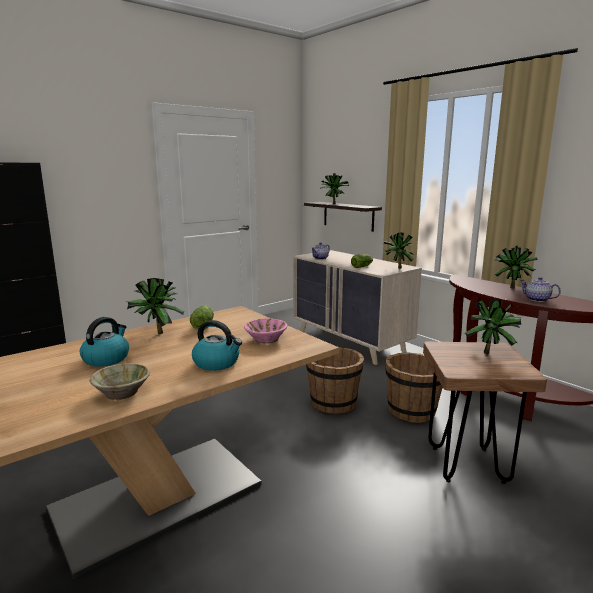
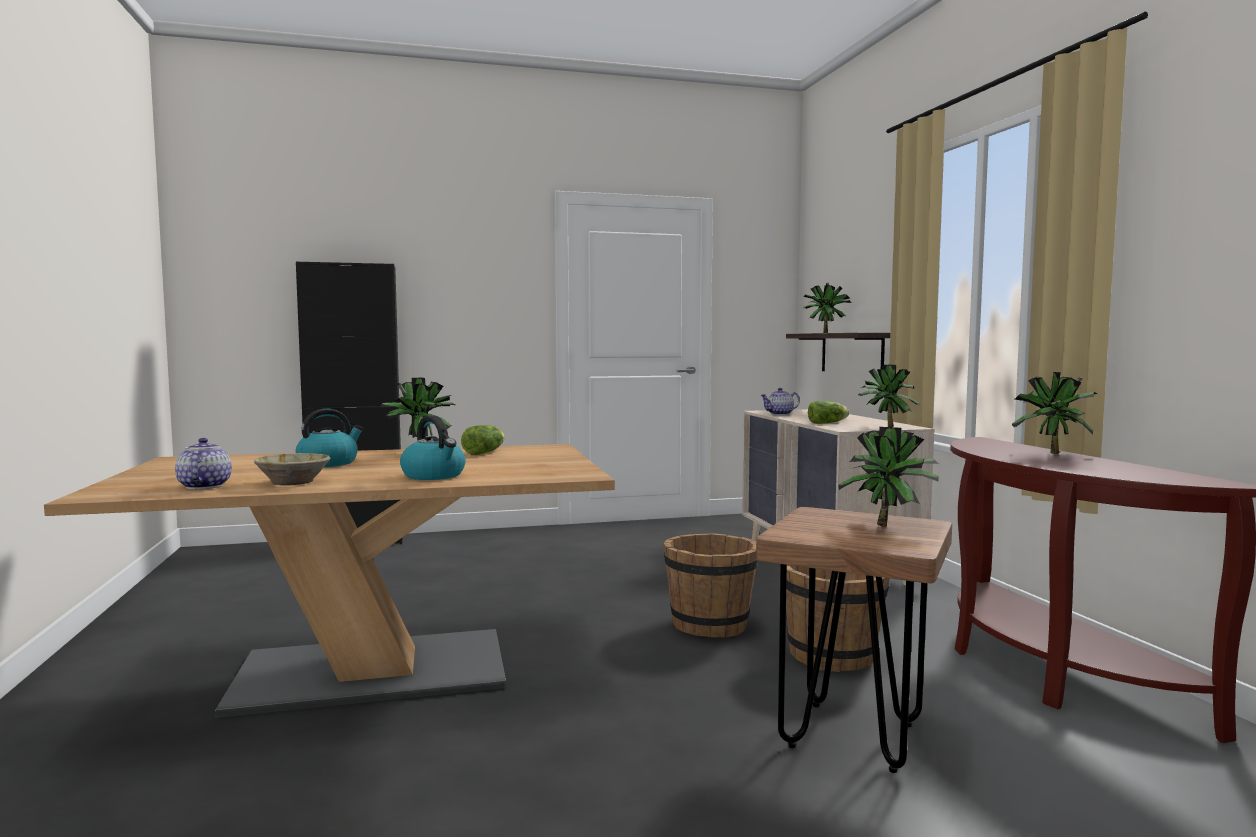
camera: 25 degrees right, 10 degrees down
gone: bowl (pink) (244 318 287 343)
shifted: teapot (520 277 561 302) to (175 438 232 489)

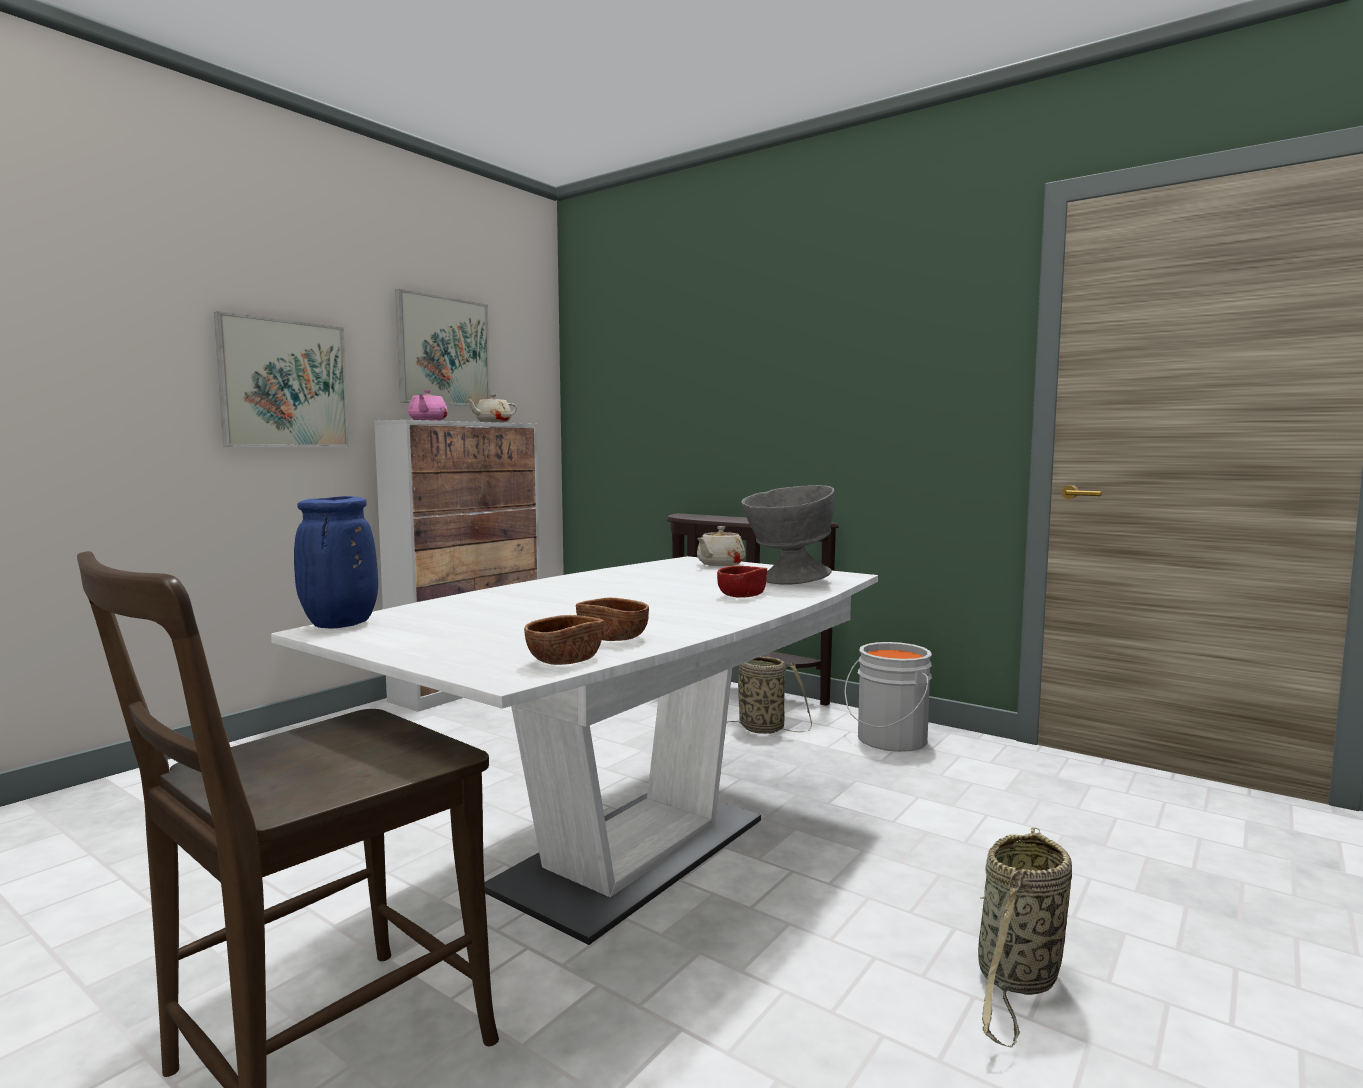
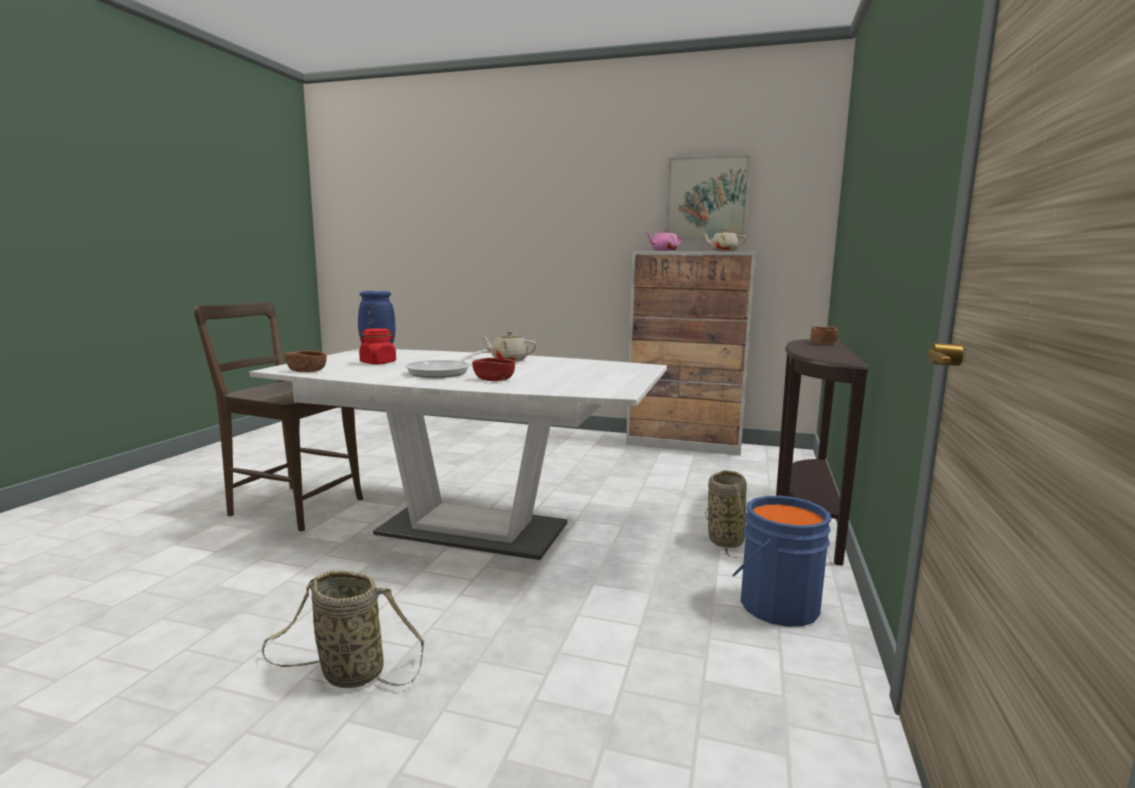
camera: 70 degrees right, 5 degrees up
gone: picture (214 311 349 447); bowl (grey) (741 485 834 585)
new: jar (red) (359 328 396 364); frying pan (405 350 487 378)
shifted: bowl (brown) (576 598 649 641) to (810 326 837 344); teapot (beige) (697 526 745 566) to (481 331 537 362)
repainted: bucket (grey) (845 642 932 752) to bucket (blue) (732 496 831 627)

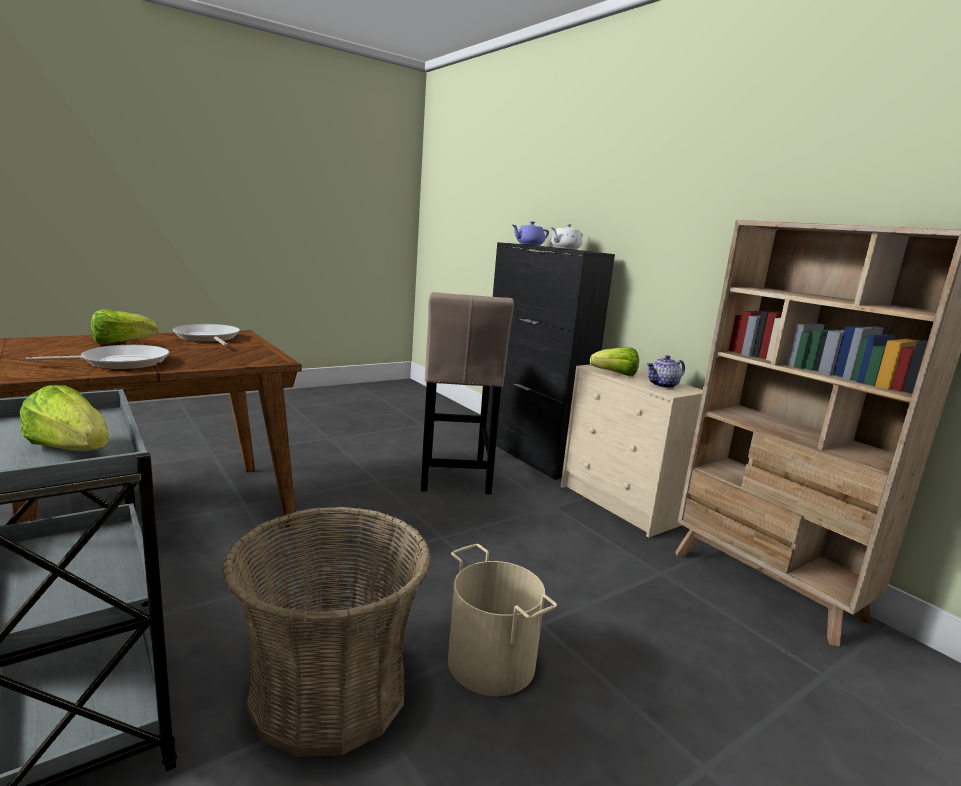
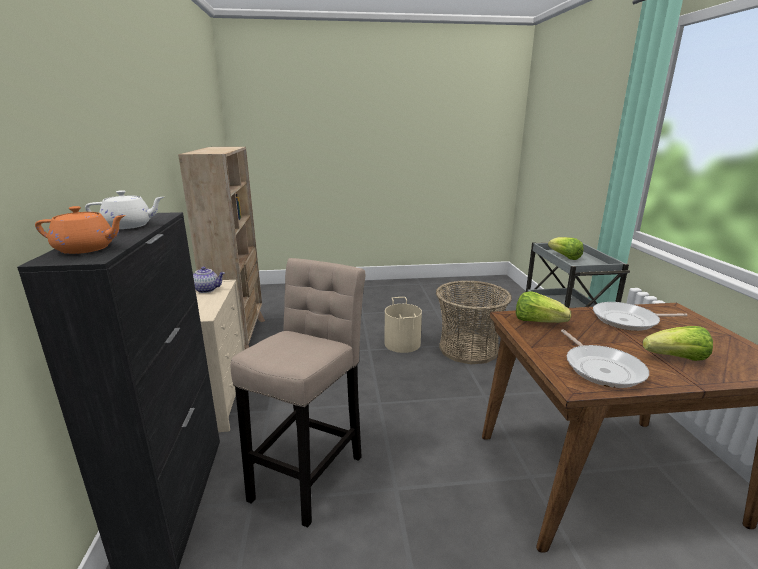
camera: 150 degrees left, 5 degrees up
shifted: lettuce (590 347 639 376) to (516 291 571 323)
repainted: teapot (purple) (512 221 549 245) to teapot (orange) (35 206 126 254)

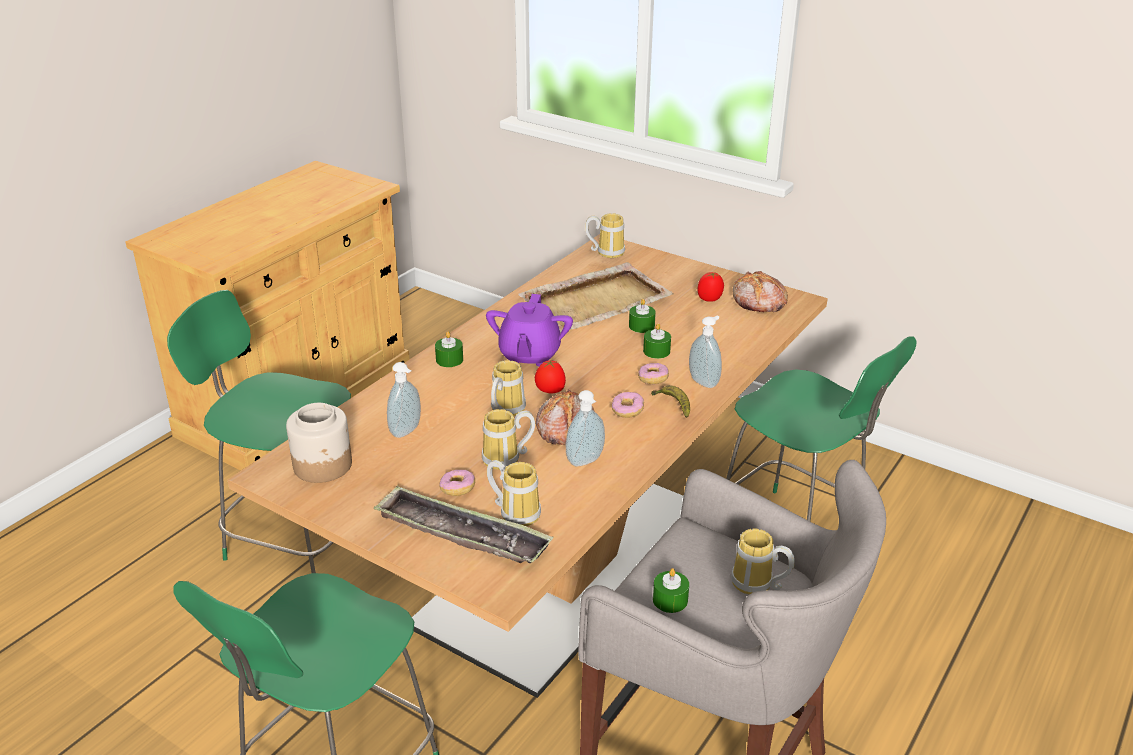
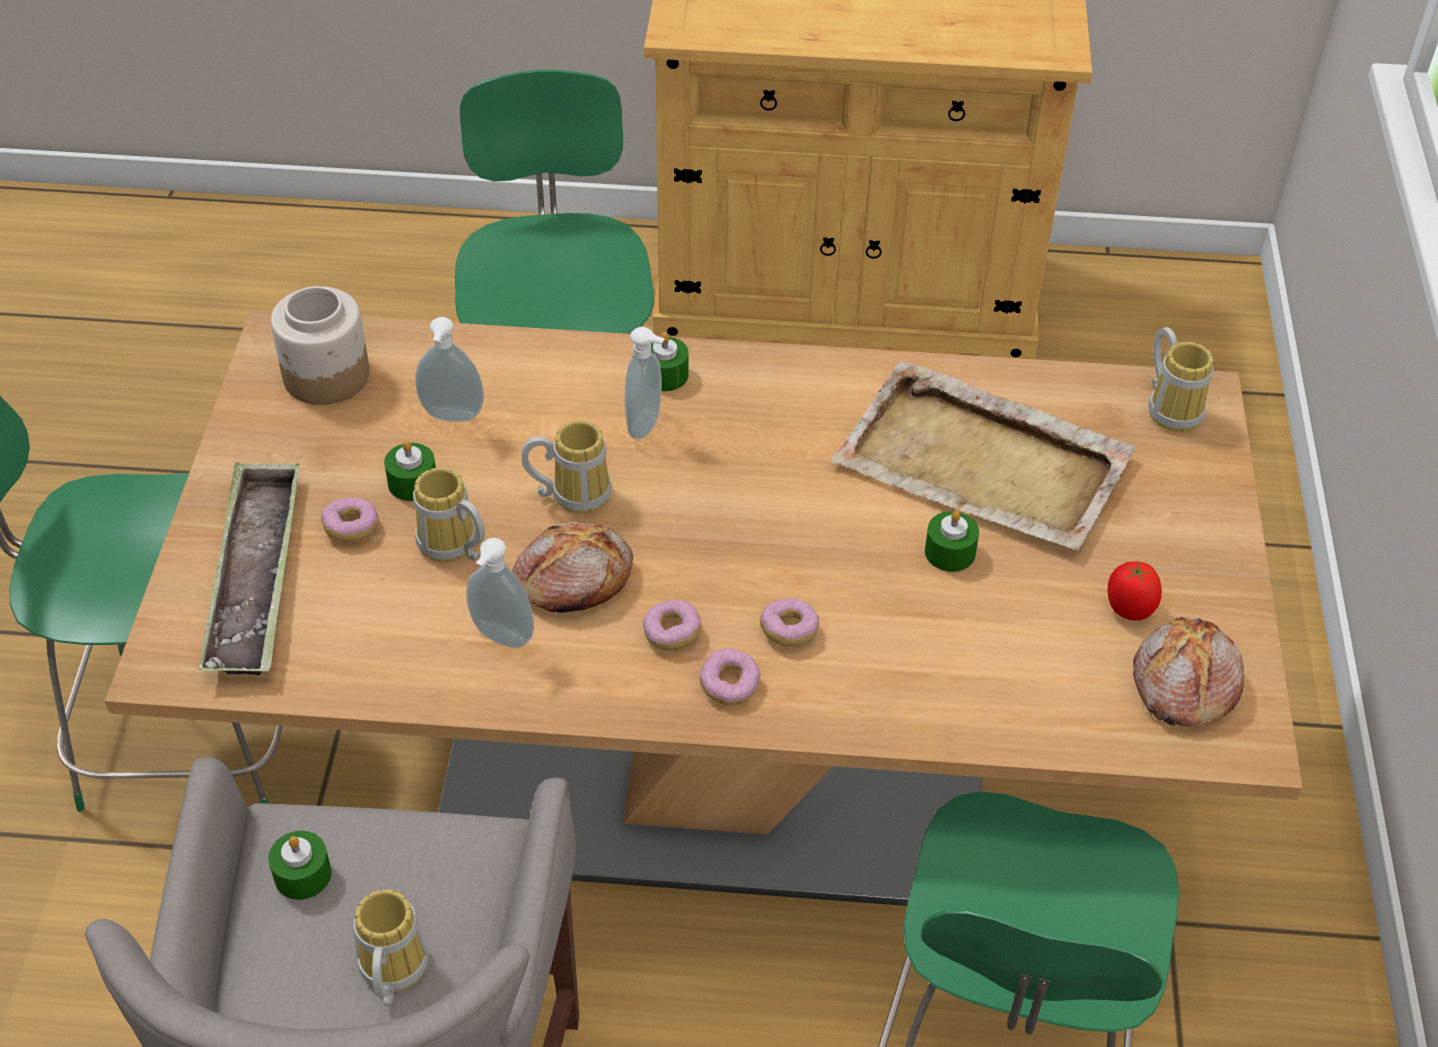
camera: 60 degrees right, 15 degrees up
gone: teapot (purple) (486 294 573 367); mug (487 460 541 526); tomato (535 360 566 393)
shifted: candle (green) (643 323 671 359) to (384 441 436 501); soap dispenser (689 316 722 388) to (625 327 665 439)
swapped: banana (651 385 690 418) to donut (699 648 760 705)

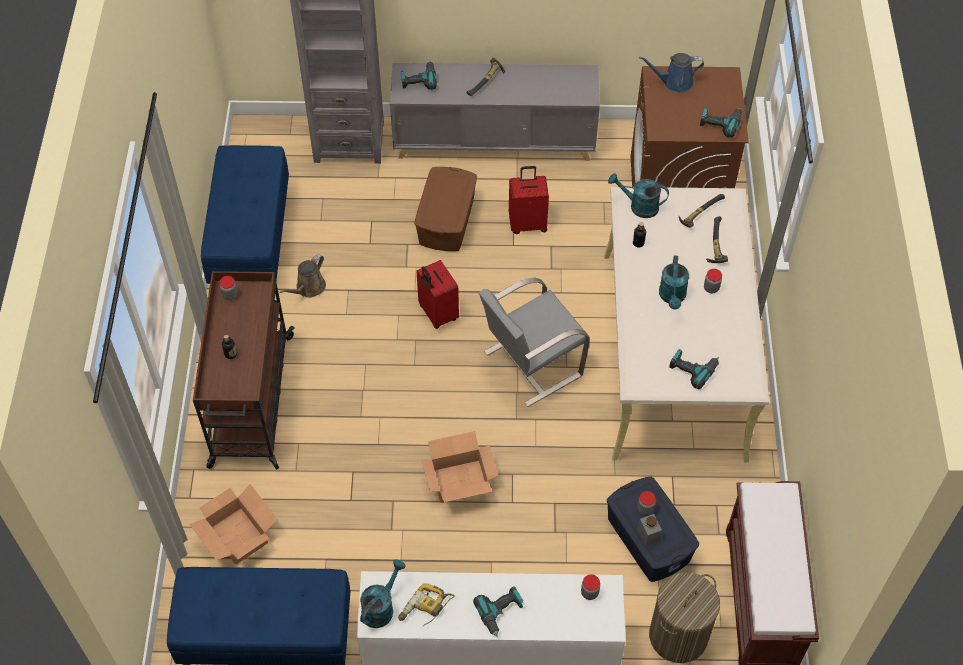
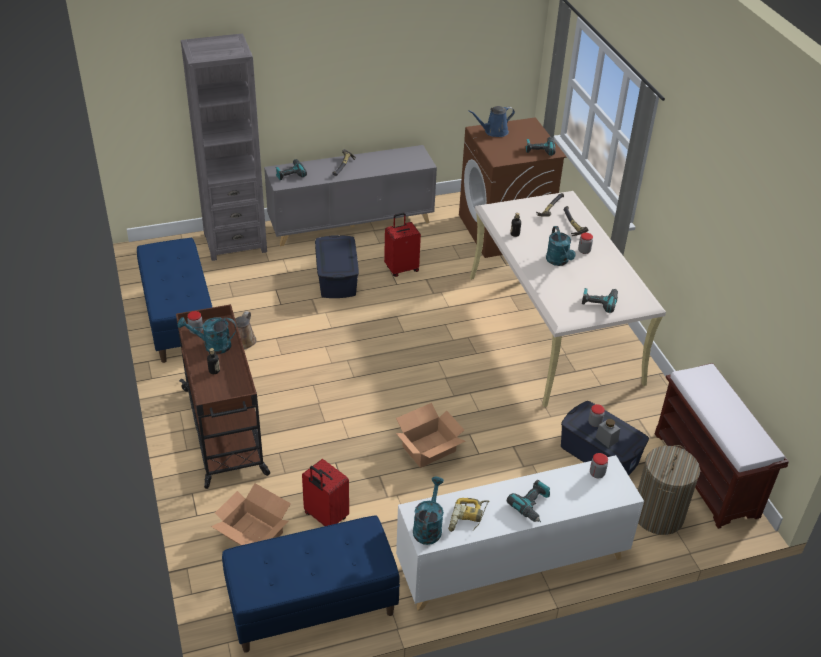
camera: 20 degrees left, 15 degrees down
gone: chair (grey) (479 277 590 407)
shifted: suitcase (red) (417 260 459 329) to (302 459 349 526); watering can (turquoise) (608 173 669 218) to (178 317 236 354)
repainted: storage box (brown) (414 167 477 251) to storage box (blue) (315 235 359 298)

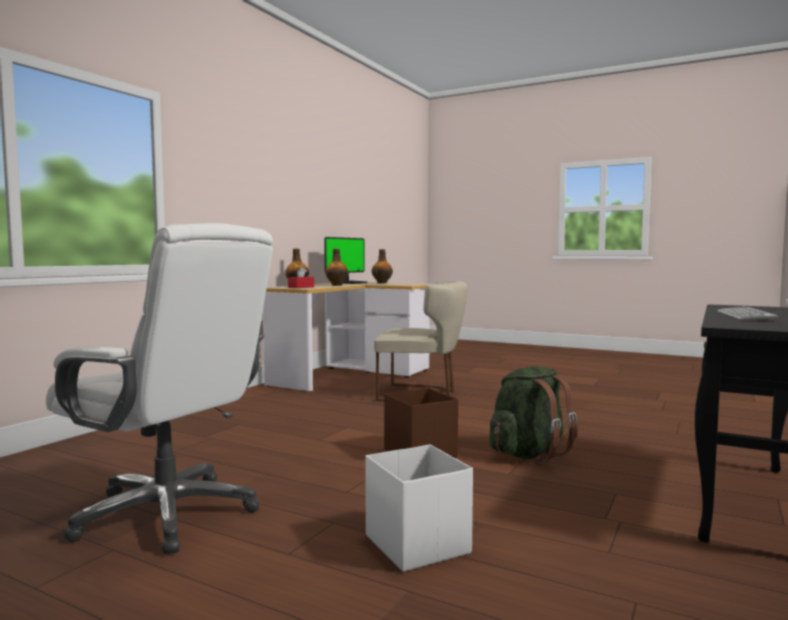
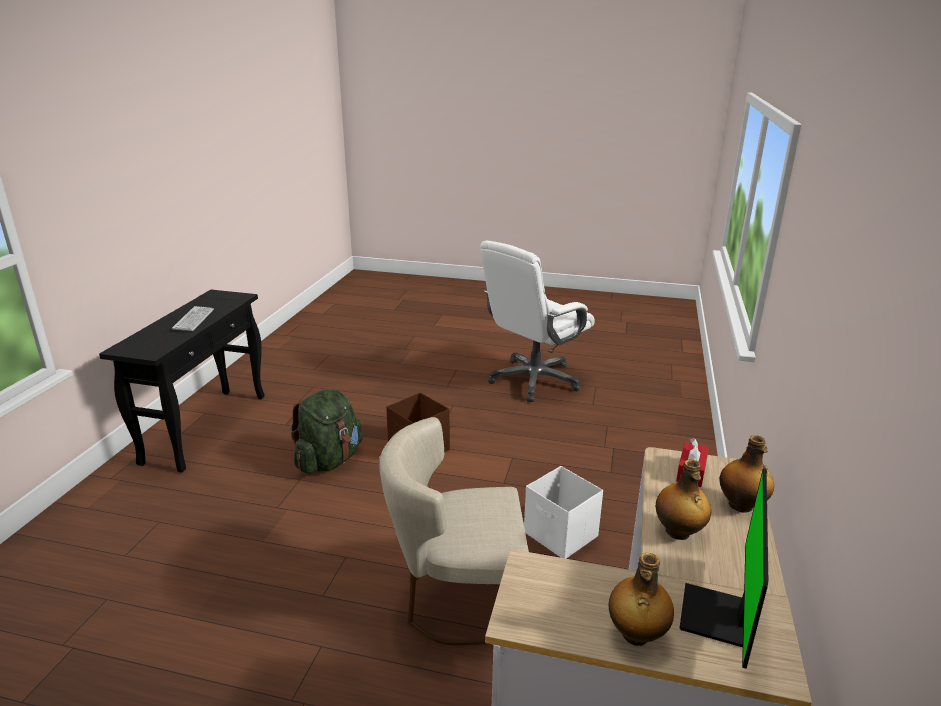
camera: 165 degrees right, 20 degrees up
shifted: storage box (white) (365 444 473 572) to (524 466 603 559)
rotated: office chair (white) (46 223 273 554) = (480 240 595 402) 60 degrees counterclockwise

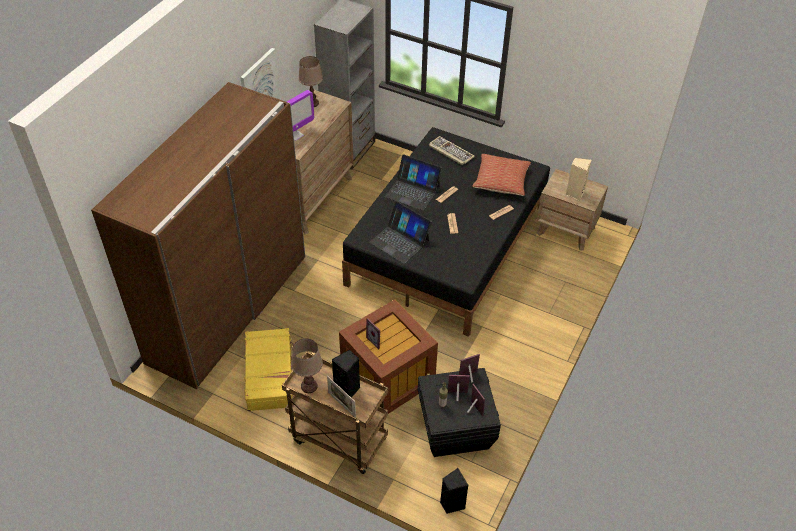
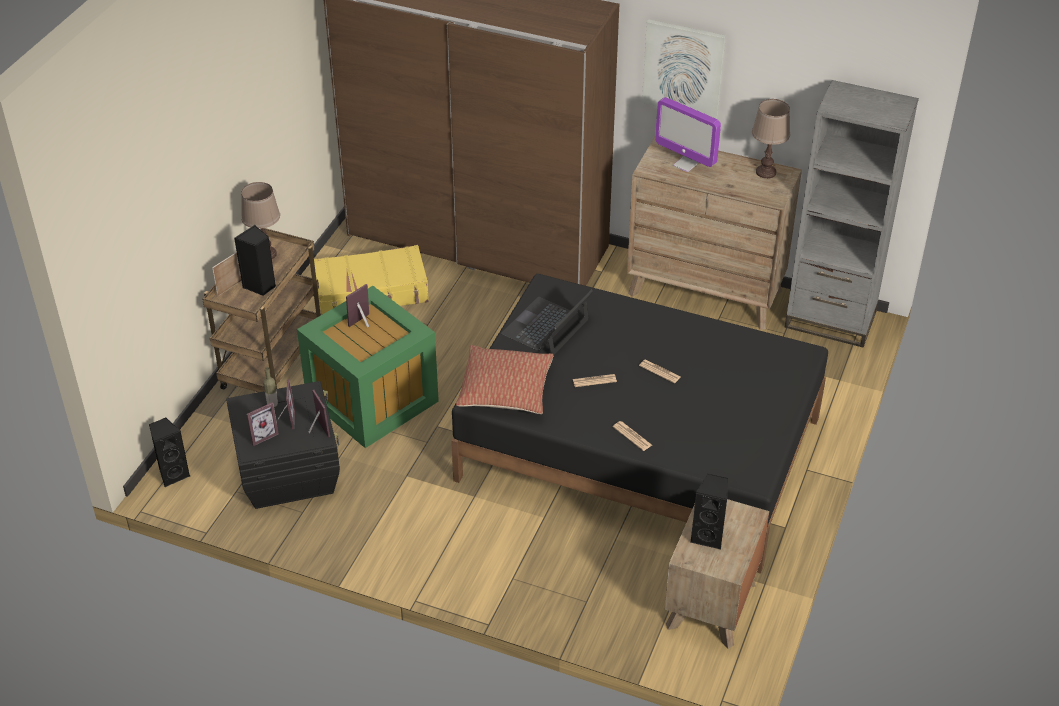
camera: 85 degrees right, 5 degrees down
gone: laptop (385 154 442 211); keyboard (429 136 475 165)
shifted: pillow (472 154 531 196) to (456 345 554 414)
repainted: storage box (brown) (339 299 438 414) to storage box (green) (297 286 439 448); speaker (beige) (566 158 591 201) to speaker (black) (690 473 728 549)

